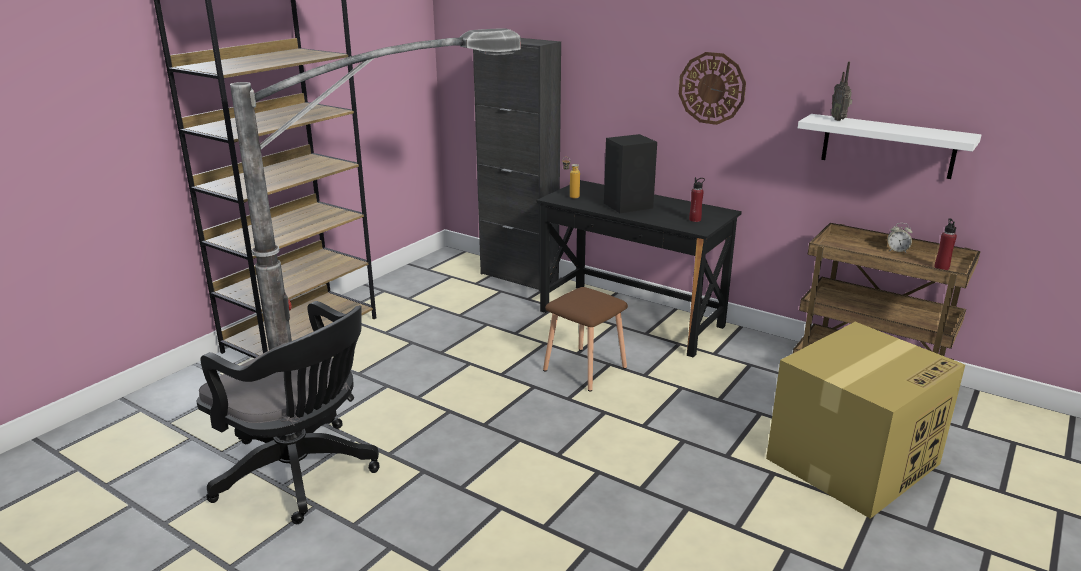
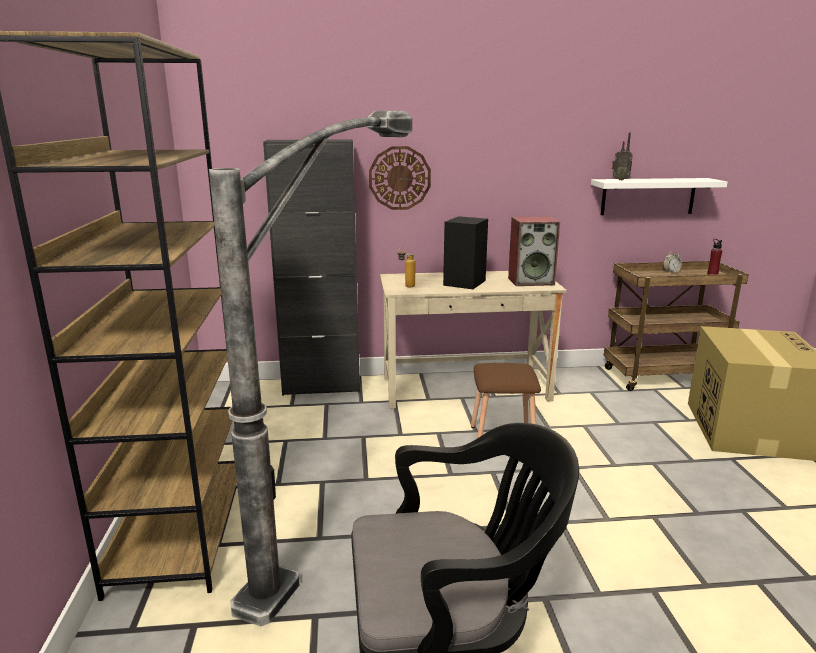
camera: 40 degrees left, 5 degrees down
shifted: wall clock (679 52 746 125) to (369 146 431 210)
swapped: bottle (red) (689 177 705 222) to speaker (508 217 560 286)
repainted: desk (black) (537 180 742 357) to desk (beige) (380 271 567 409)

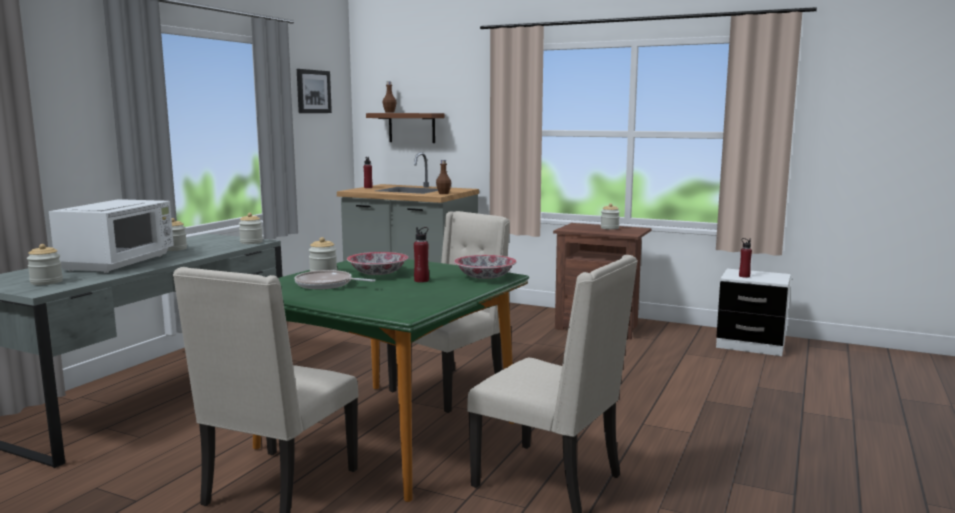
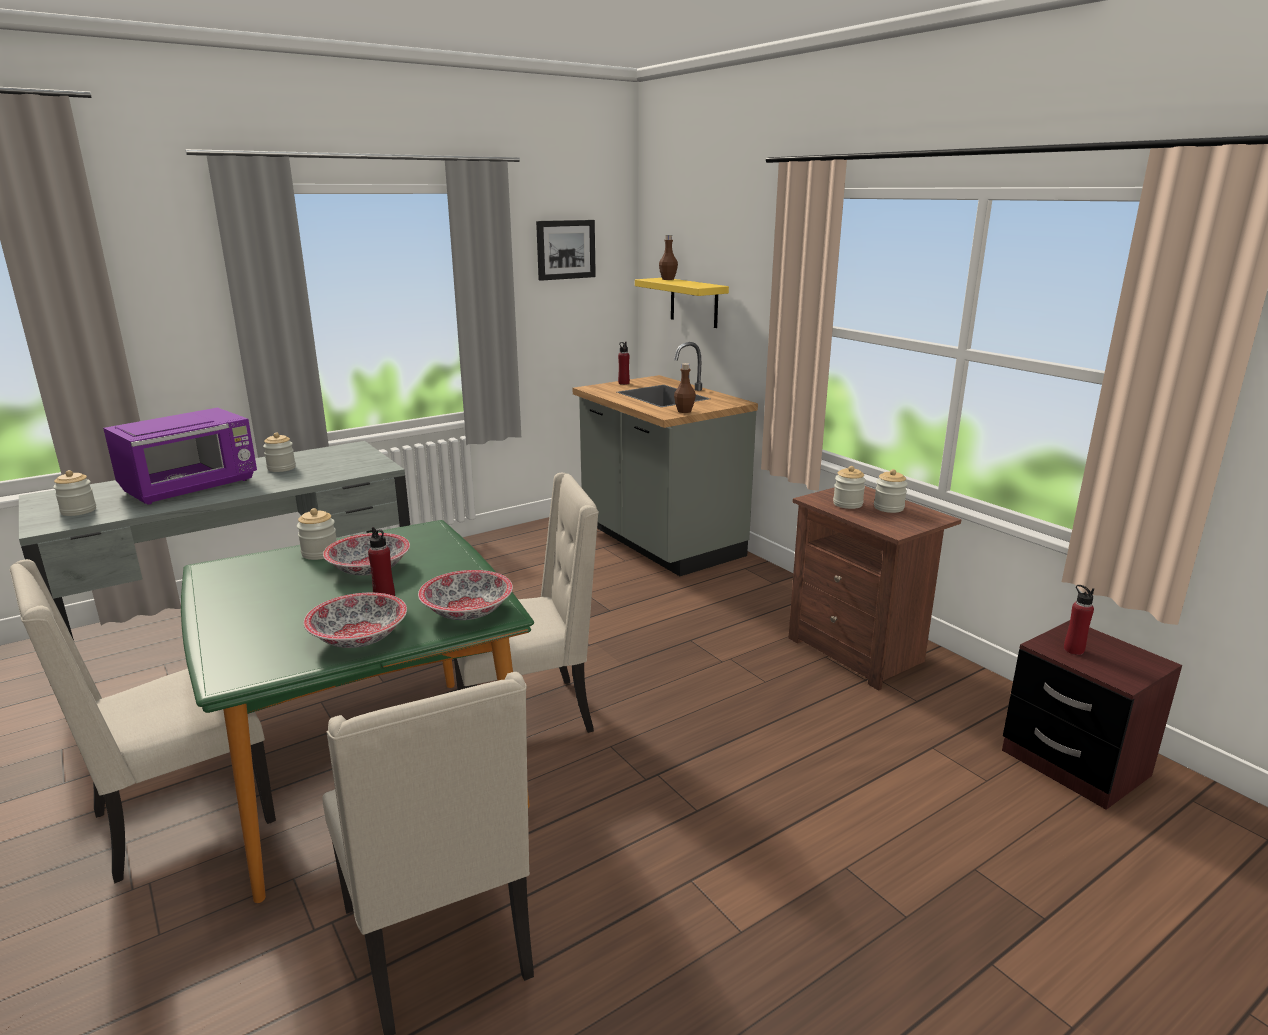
camera: 30 degrees right, 10 degrees up
gone: frying pan (294 270 376 289)
new: bowl (304 593 407 648)
shifted: jar (239 213 263 244) to (833 466 866 509)
repainted: microwave (white) (49 199 174 273) to microwave (purple) (103 407 257 504); shelf (brown) (366 113 445 143) to shelf (yellow) (635 278 729 328); nightstand (white) (716 269 791 356) to nightstand (brown) (1002 620 1182 810)

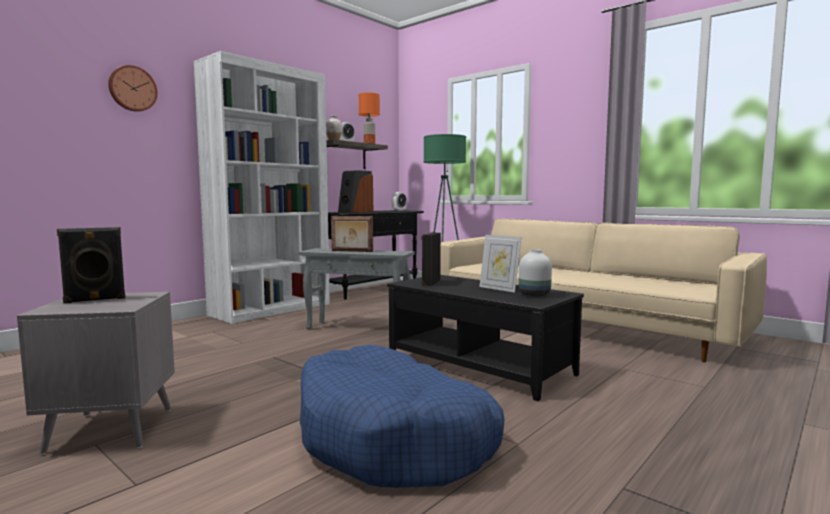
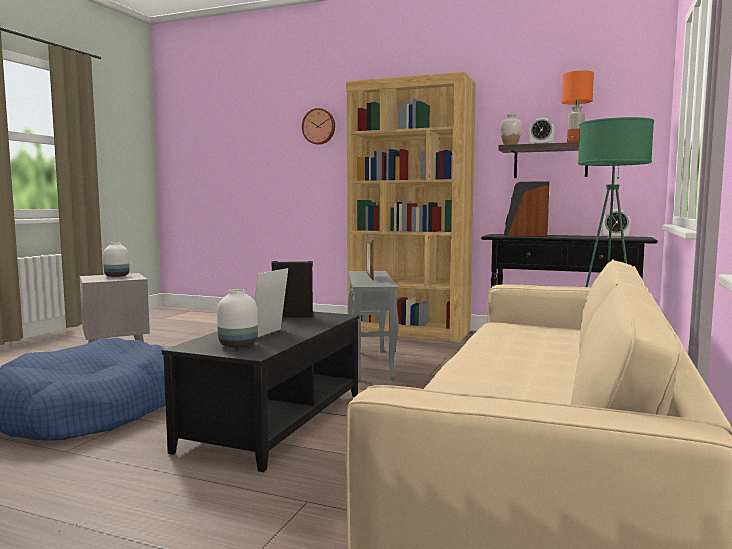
camera: 70 degrees right, 0 degrees up
swapped: speaker (black) (57 227 125 304) to vase (white) (103 242 130 277)
repainted: bookcase (white) (194 51 330 324) to bookcase (brown) (346 72 476 342)

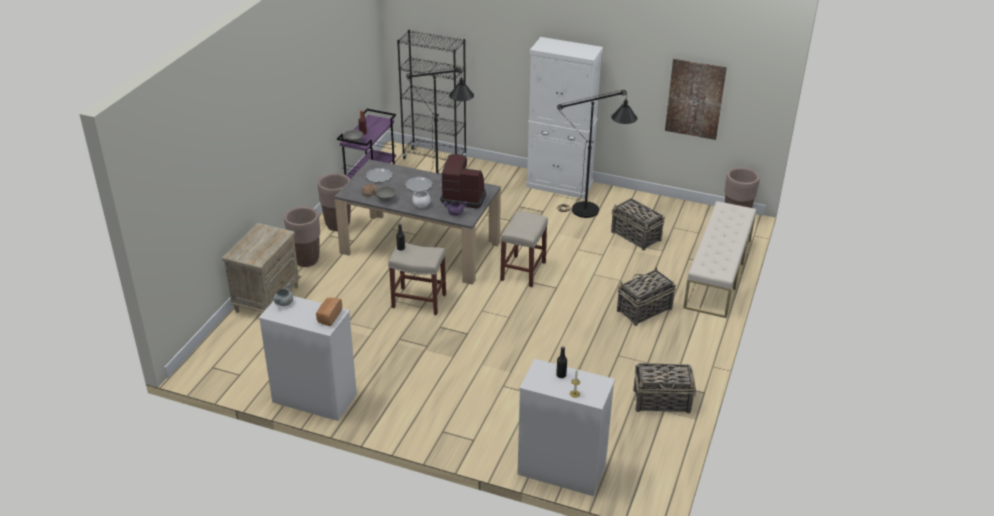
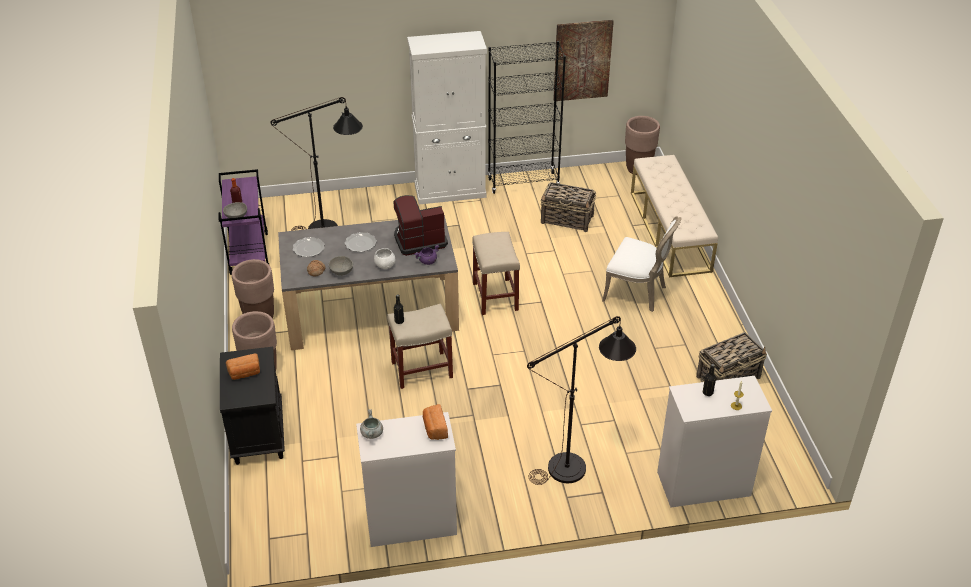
camera: 30 degrees left, 5 degrees up
new: bread (226 354 260 380)
shifted: bookcase (black) (397 30 467 160) to (488 41 566 194); floor lamp (black) (557 90 637 218) to (527 316 636 485)
swapped: basket (617 266 676 326) to chair (white) (602 216 682 312)
repainted: nightstand (beige) (222 223 301 313) to nightstand (black) (220 347 285 465)

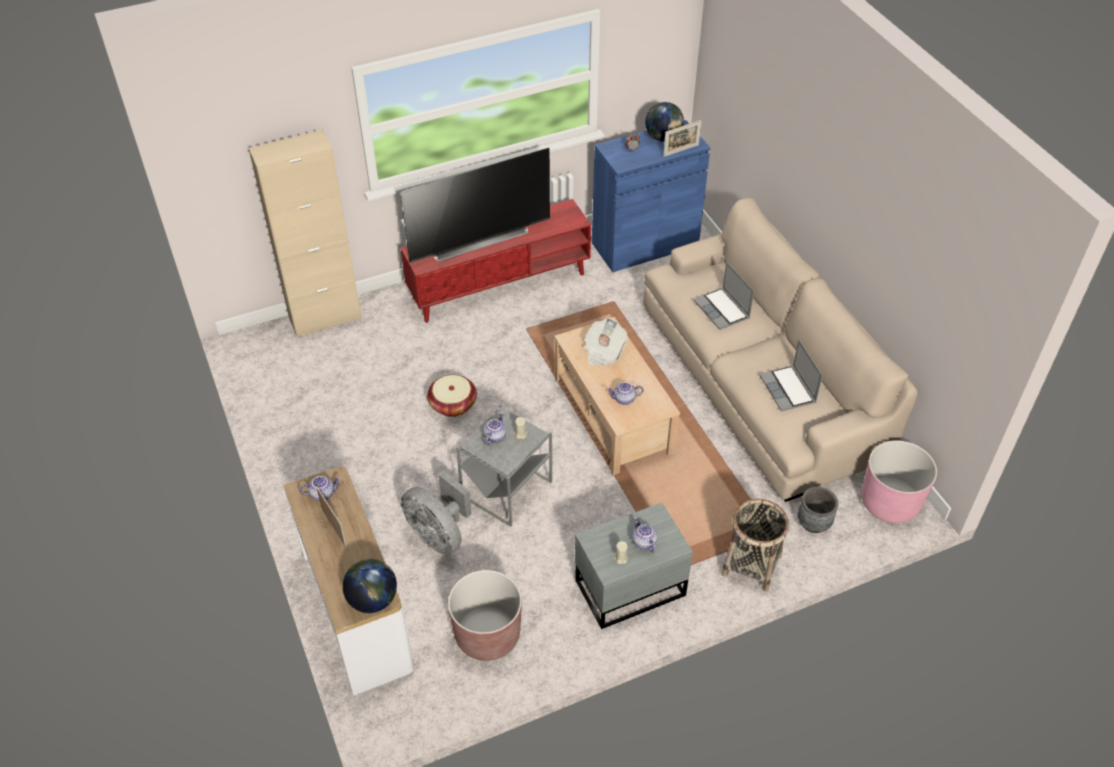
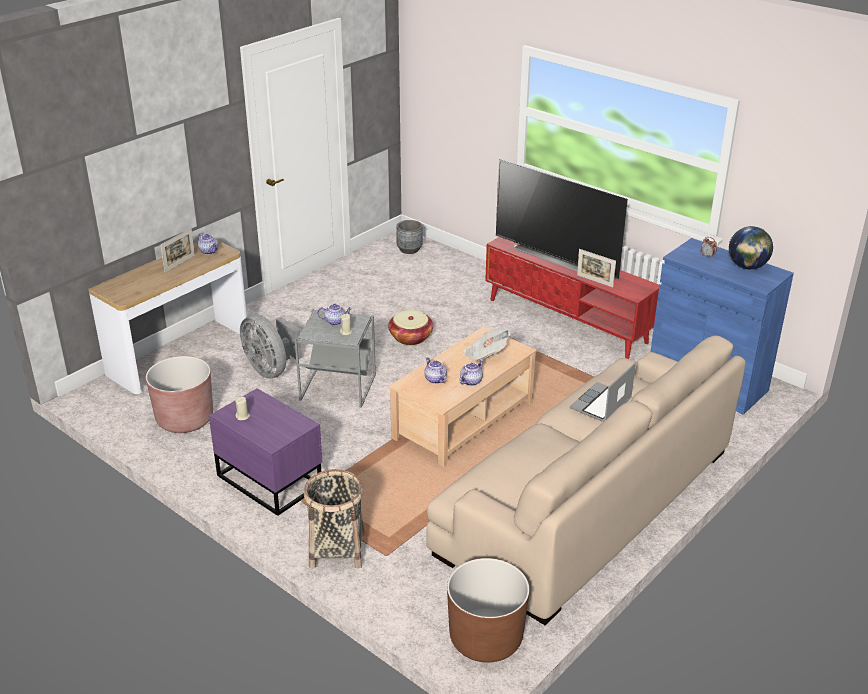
camera: 65 degrees right, 15 degrees down
gone: cabinet (beige) (249 130 362 338); globe (343 559 397 613); laptop (759 340 823 411)
shifted: teapot (632 517 657 553) to (459 360 483 386); picture frame (663 120 702 157) to (577 249 616 287); planter (grey) (798 487 838 533) to (396 220 423 254)
repainted: nightstand (grey) (575 503 693 629) to nightstand (purple) (209 388 322 516); planter (pink) (861 440 937 523) to planter (brown) (447 558 530 663)
rotated: fan (grey) (401 470 472 555) = (240 314 302 379) 60 degrees counterclockwise

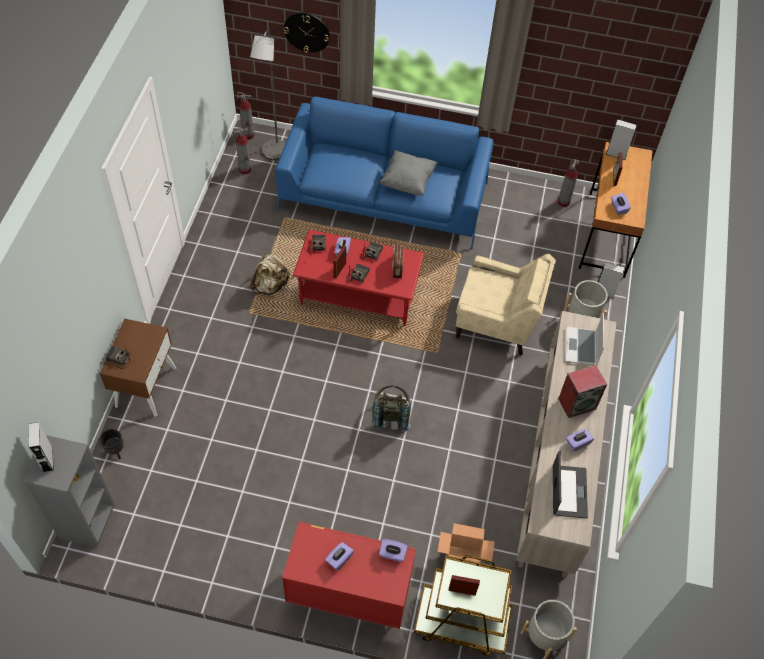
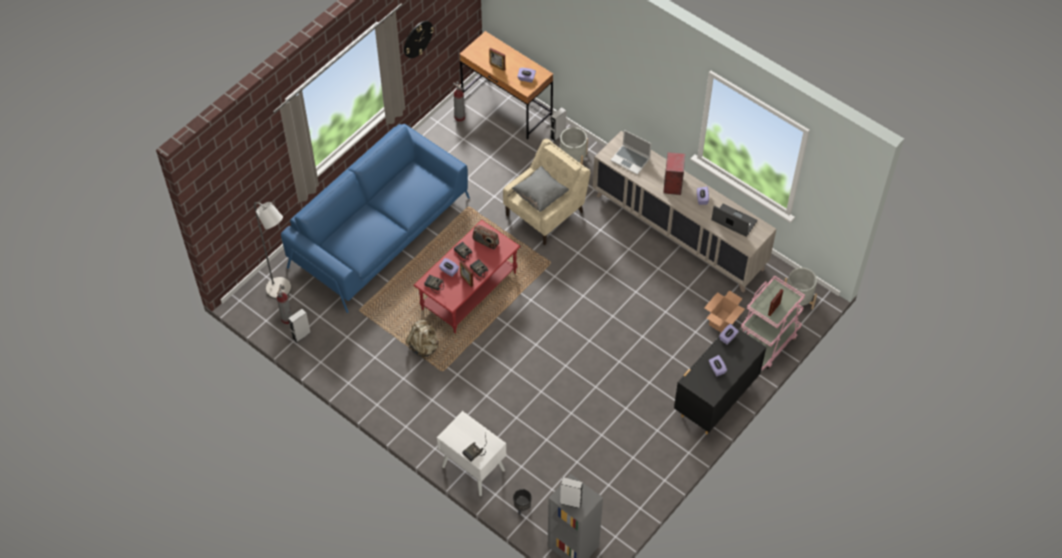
camera: 60 degrees left, 0 degrees up
gone: fire extinguisher (237 92 254 140); backpack (grey) (372 385 411 432)
shifted: wall clock (284 12 330 53) to (404 21 434 58); pillow (grey) (379 150 437 196) to (512 166 569 212); speaker (grey) (606 120 637 160) to (288 309 311 343)
repainted: nightstand (brown) (100 319 176 417) to nightstand (white) (437 411 507 496); dresser (red) (282 522 416 629) to dresser (black) (674 323 766 434); cart (brown) (414 555 513 655) to cart (pink) (741 276 805 370)

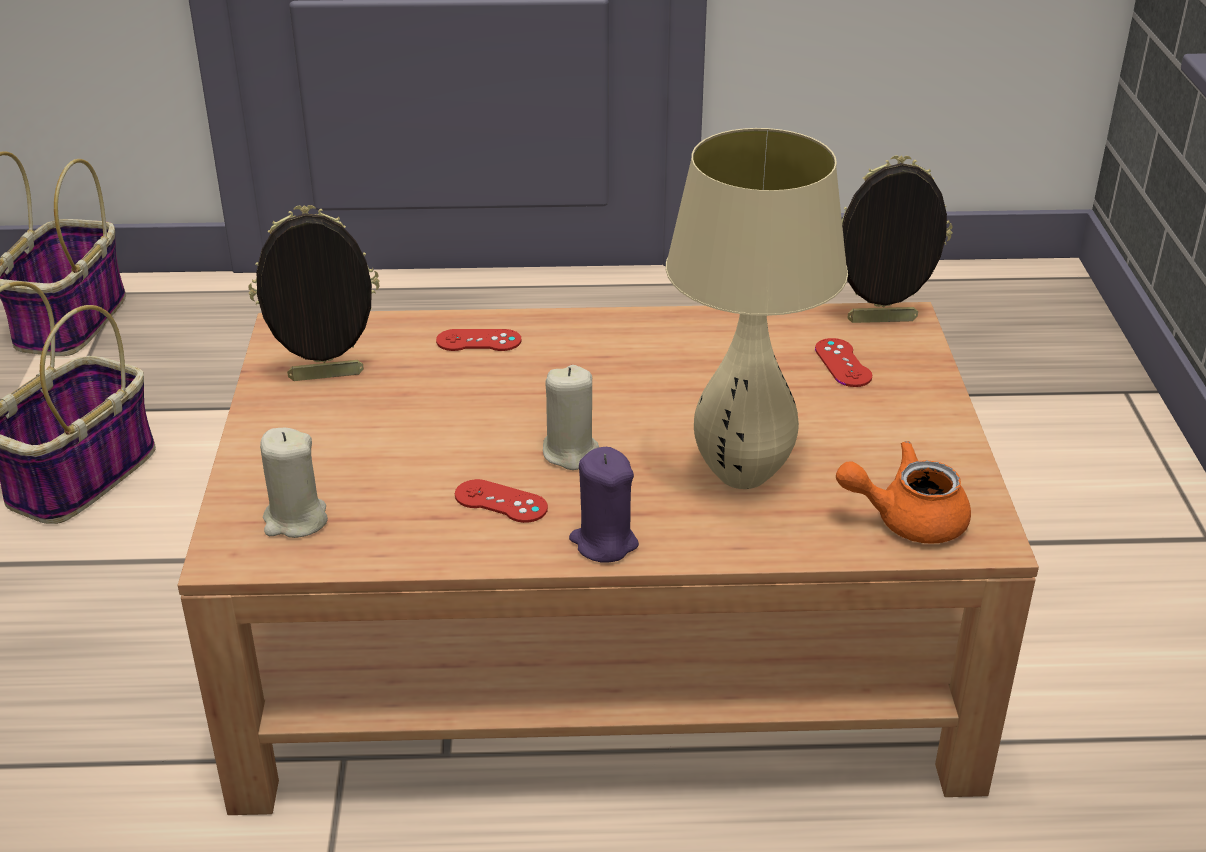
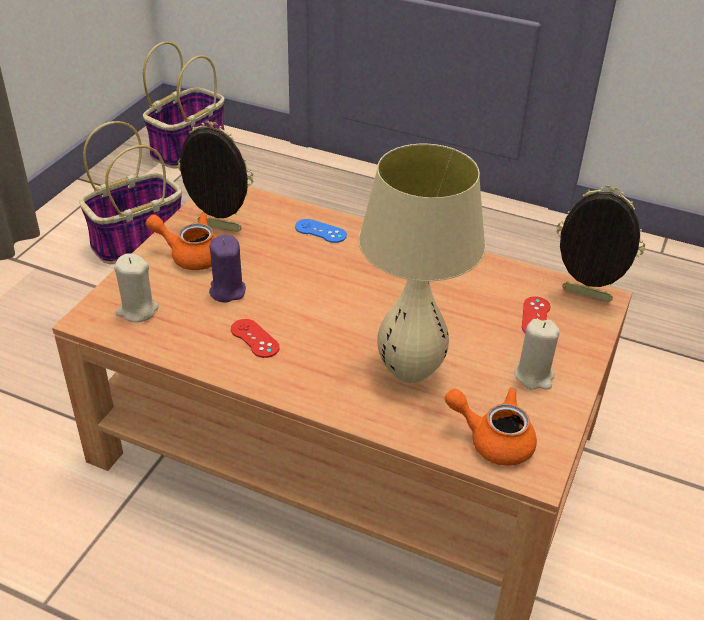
camera: 25 degrees right, 5 degrees up
new: teapot (orange) (146 212 217 270)
shifted: candle (beige) (543 365 599 470) to (514 319 560 390); candle (purple) (569 447 639 563) to (209 235 246 303)
repainted: game controller (red) (436 329 522 351) to game controller (blue) (295 219 347 243)

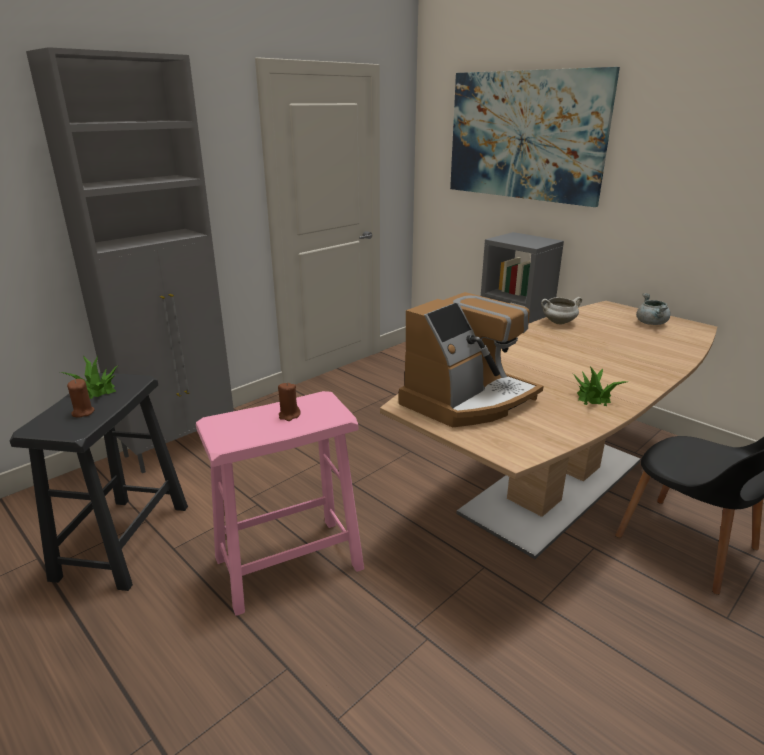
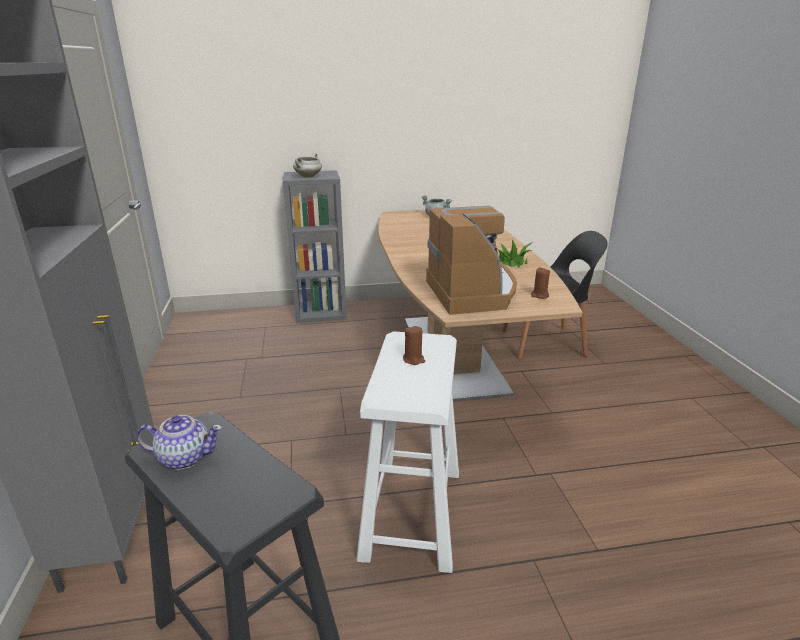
camera: 55 degrees left, 0 degrees up
gone: picture (450 67 620 207)
shifted: candle (brown) (67 379 95 418) to (531 268 550 299); cooking pot (white) (541 297 582 324) to (293 153 322 178)
swapped: potted plant (60 355 117 399) to teapot (136 415 222 470)
repainted: stool (pink) (196 391 364 616) to stool (white) (356 331 459 573)

